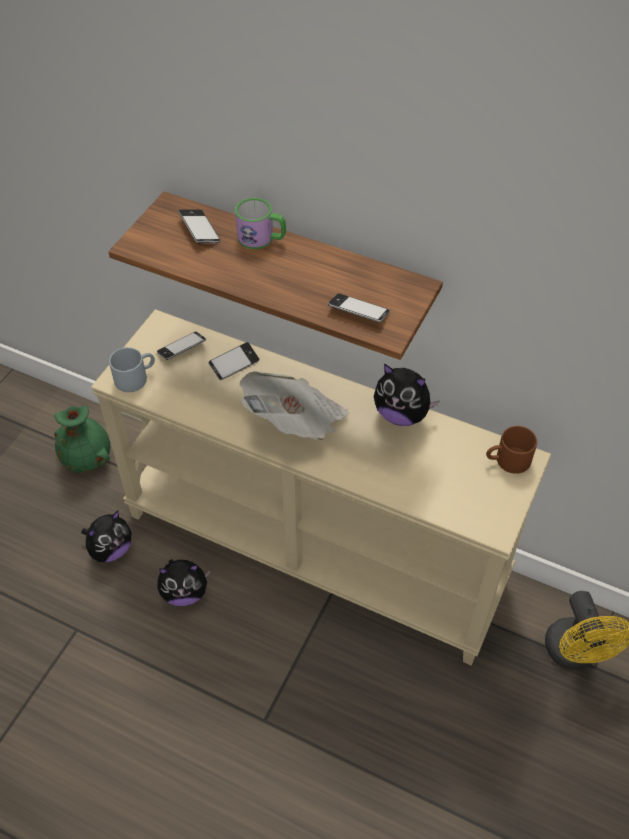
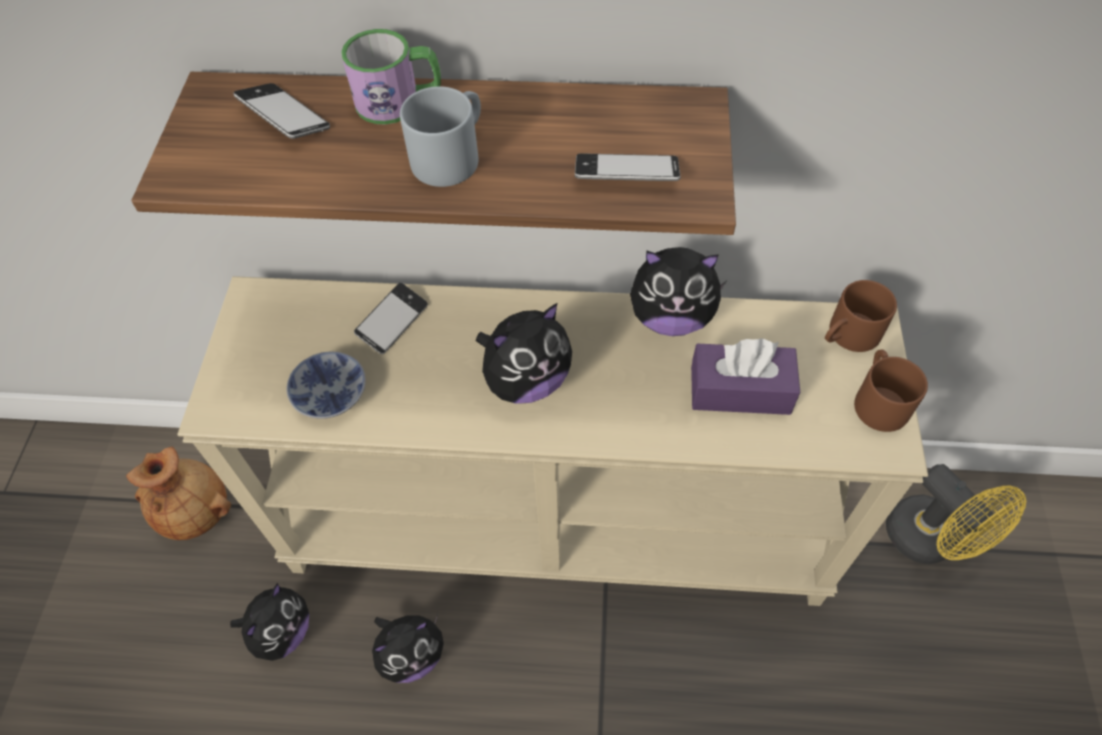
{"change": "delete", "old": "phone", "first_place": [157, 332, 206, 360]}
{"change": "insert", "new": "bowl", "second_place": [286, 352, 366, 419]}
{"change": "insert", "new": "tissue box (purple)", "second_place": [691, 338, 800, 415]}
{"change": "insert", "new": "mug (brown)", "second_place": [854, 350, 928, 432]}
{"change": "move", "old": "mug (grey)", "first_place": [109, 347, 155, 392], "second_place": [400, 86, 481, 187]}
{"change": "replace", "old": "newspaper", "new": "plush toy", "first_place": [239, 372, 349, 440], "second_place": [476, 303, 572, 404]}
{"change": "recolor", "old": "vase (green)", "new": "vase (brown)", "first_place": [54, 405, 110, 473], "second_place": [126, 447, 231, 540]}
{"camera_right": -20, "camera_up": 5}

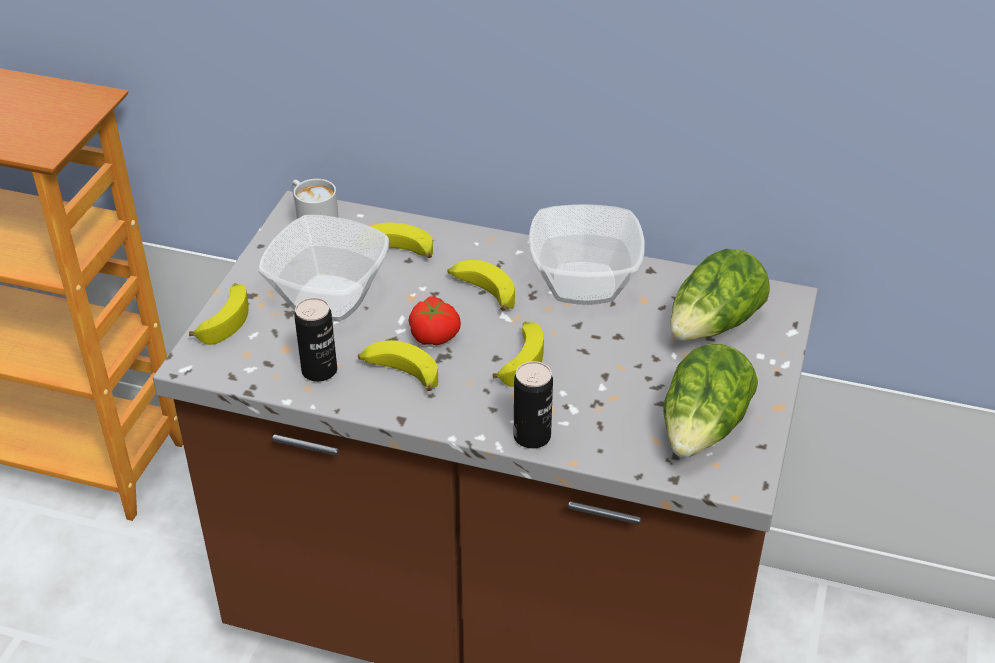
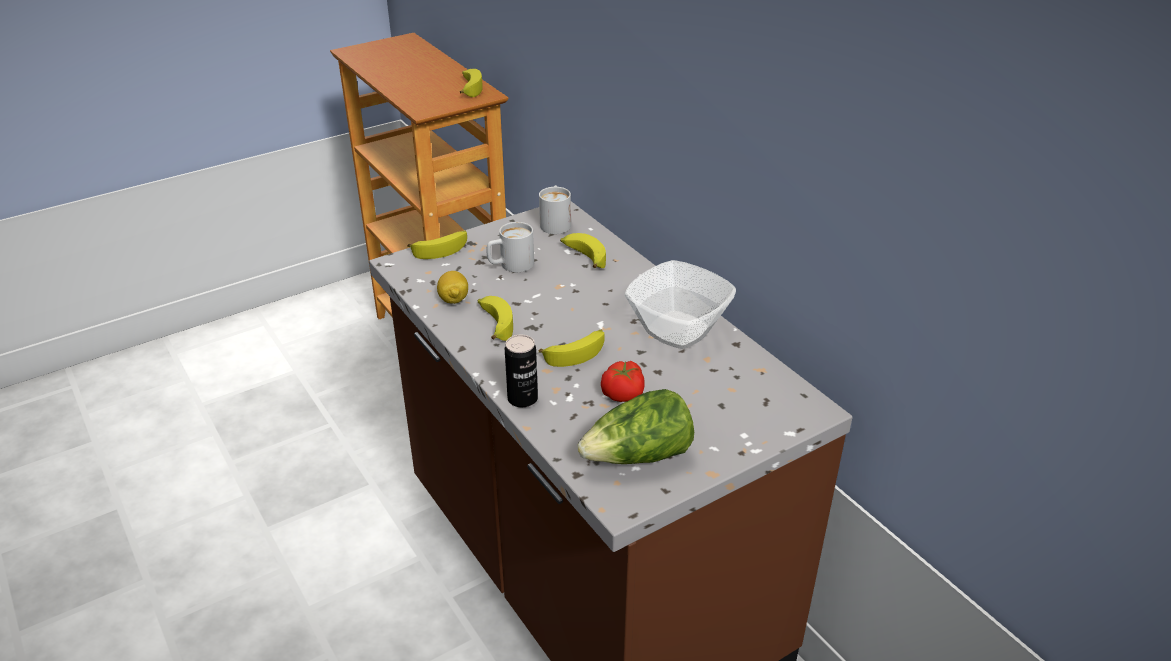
{"change": "delete", "old": "lettuce", "first_place": [670, 249, 770, 341]}
{"change": "move", "old": "tomato", "first_place": [408, 296, 461, 345], "second_place": [601, 361, 645, 402]}
{"change": "move", "old": "banana", "first_place": [447, 260, 515, 310], "second_place": [460, 69, 483, 97]}
{"change": "replace", "old": "bowl", "new": "mug (white)", "first_place": [258, 215, 389, 321], "second_place": [487, 222, 534, 272]}
{"change": "replace", "old": "can", "new": "lemon", "first_place": [294, 297, 337, 382], "second_place": [437, 271, 468, 304]}
{"camera_right": 40, "camera_up": -5}

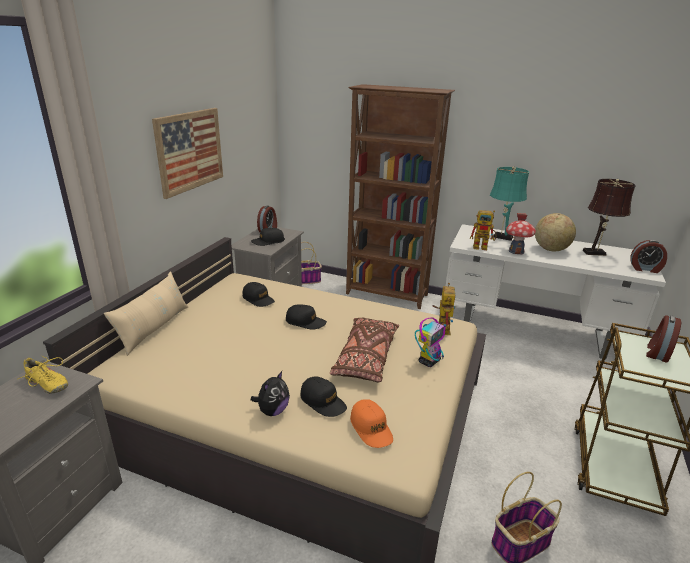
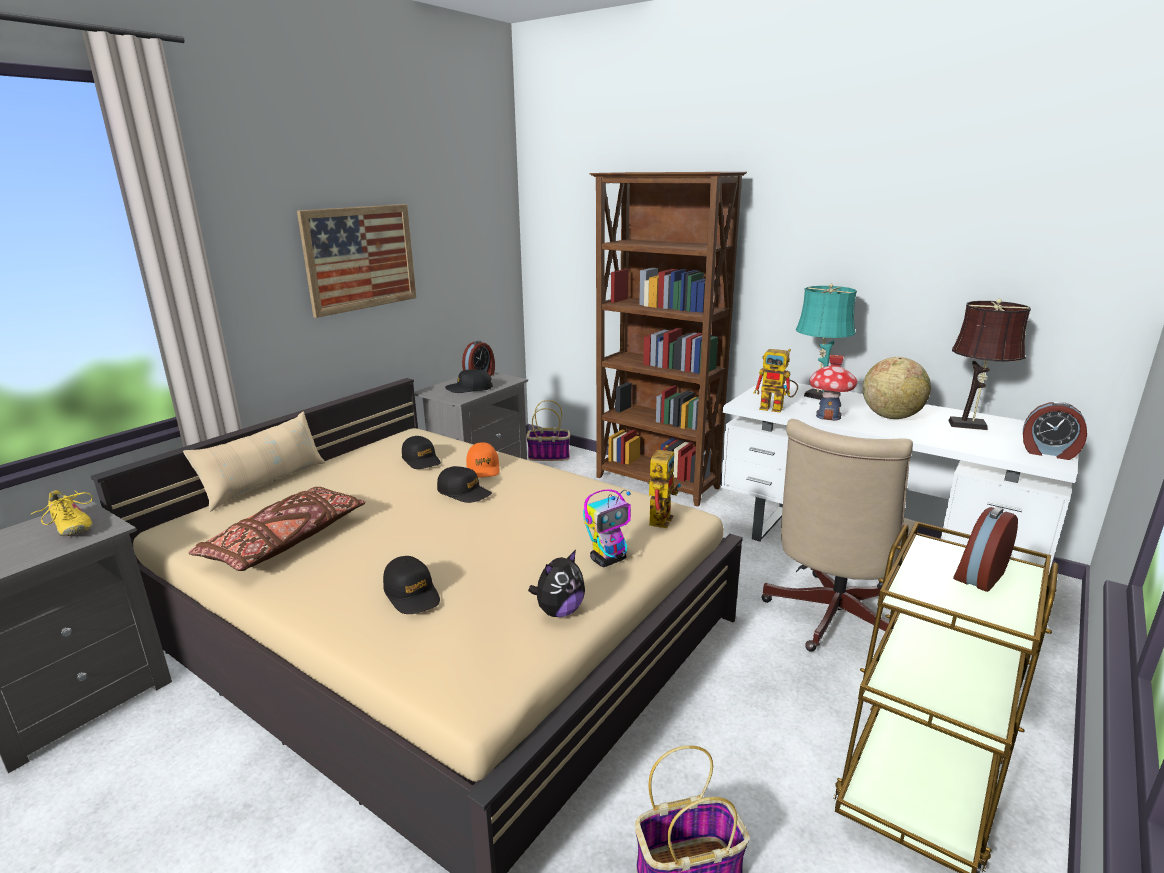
{"change": "insert", "new": "office chair (beige)", "second_place": [761, 419, 918, 652]}
{"change": "move", "old": "plush toy", "first_place": [251, 371, 290, 416], "second_place": [528, 550, 585, 617]}
{"change": "move", "old": "pillow (brown)", "first_place": [330, 318, 399, 382], "second_place": [189, 487, 366, 571]}
{"change": "move", "old": "cap (orange)", "first_place": [350, 399, 393, 448], "second_place": [466, 442, 500, 478]}
{"camera_right": 15, "camera_up": -5}

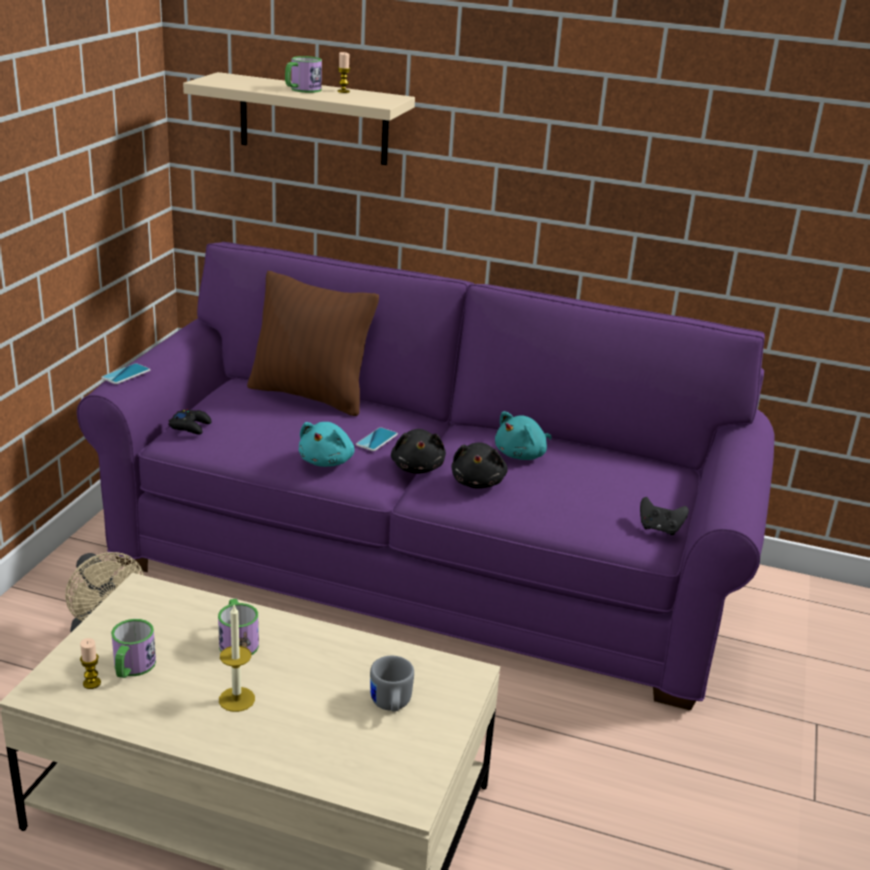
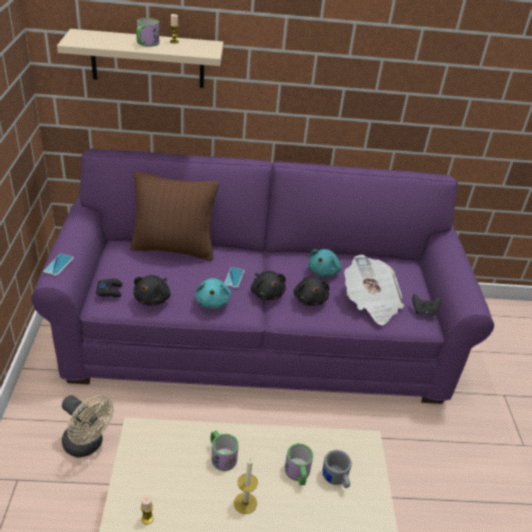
{"change": "insert", "new": "plush toy (black)", "second_place": [133, 275, 171, 306]}
{"change": "insert", "new": "newspaper", "second_place": [344, 255, 404, 325]}
{"change": "move", "old": "mug", "first_place": [111, 619, 156, 678], "second_place": [285, 443, 313, 485]}
{"camera_right": -20, "camera_up": 10}

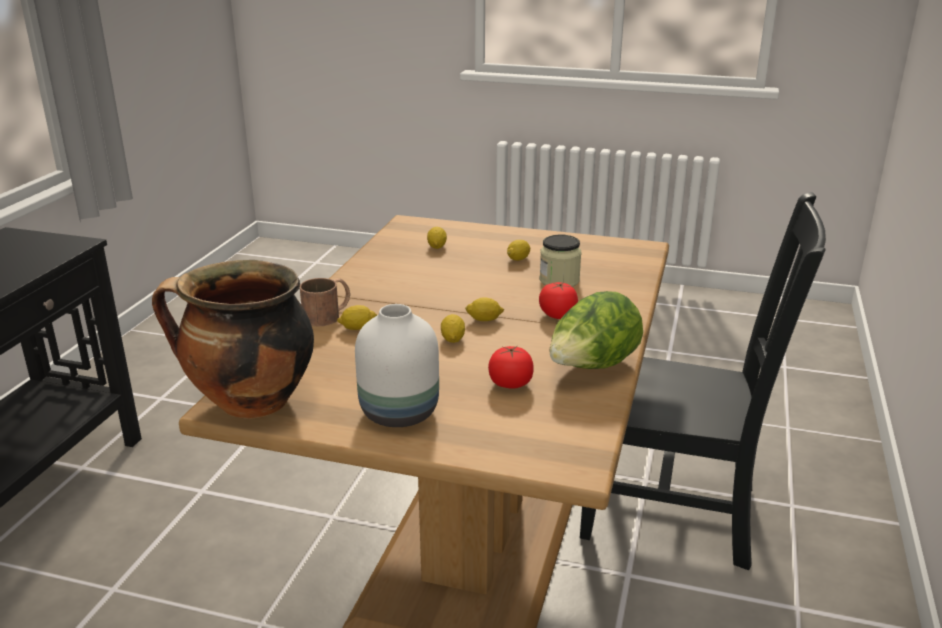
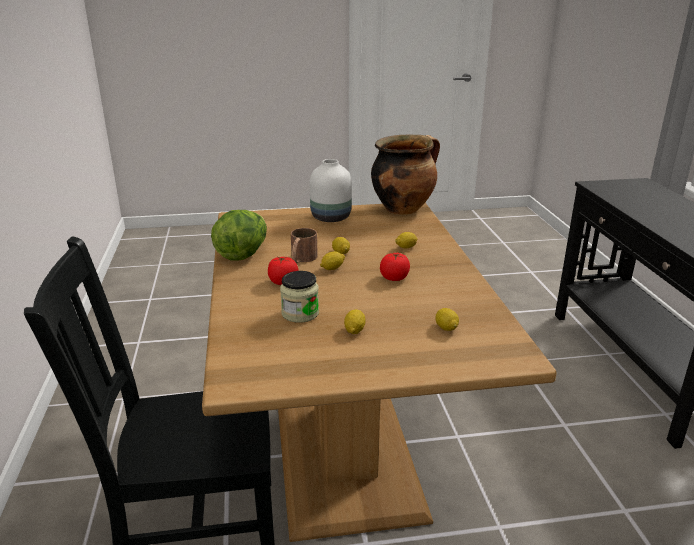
{"change": "move", "old": "mug (brown)", "first_place": [300, 278, 350, 326], "second_place": [291, 228, 318, 263]}
{"change": "move", "old": "tomato", "first_place": [488, 346, 534, 389], "second_place": [380, 253, 410, 281]}
{"camera_right": 155, "camera_up": 0}

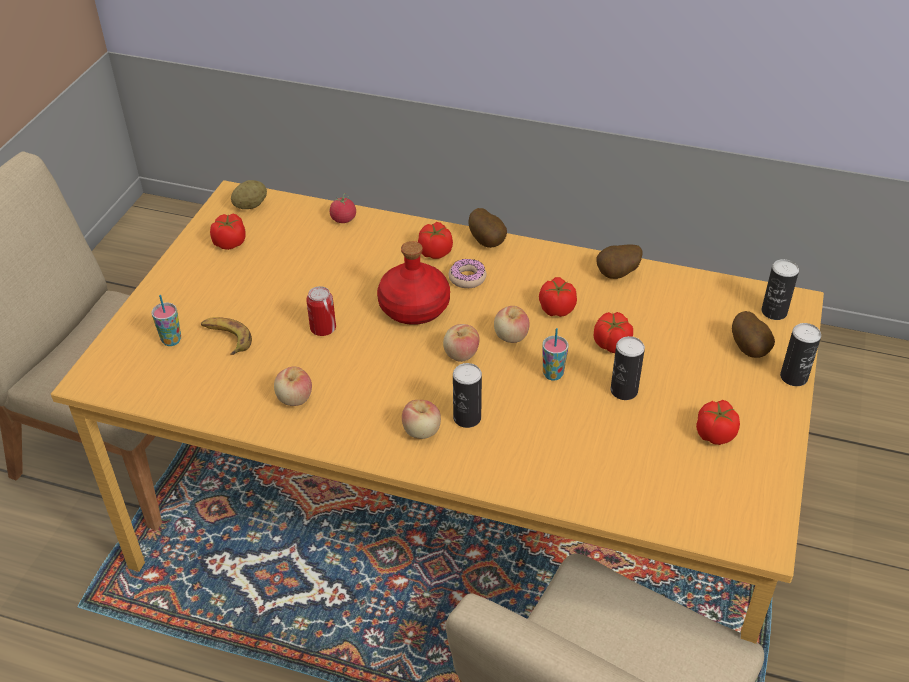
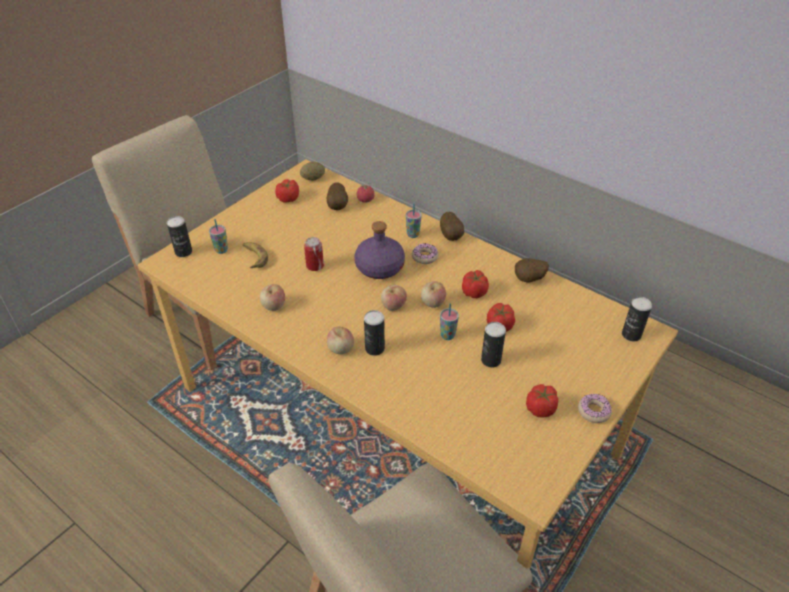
{"change": "insert", "new": "donut", "second_place": [578, 394, 612, 423]}
{"change": "move", "old": "potato", "first_place": [732, 311, 775, 358], "second_place": [327, 183, 348, 210]}
{"change": "move", "old": "can", "first_place": [780, 323, 821, 386], "second_place": [167, 216, 192, 257]}
{"change": "replace", "old": "tomato", "new": "cup", "first_place": [418, 222, 453, 259], "second_place": [406, 203, 422, 238]}
{"change": "recolor", "old": "bottle (red)", "new": "bottle (purple)", "first_place": [377, 241, 450, 325], "second_place": [354, 221, 405, 279]}
{"camera_right": 20, "camera_up": 0}

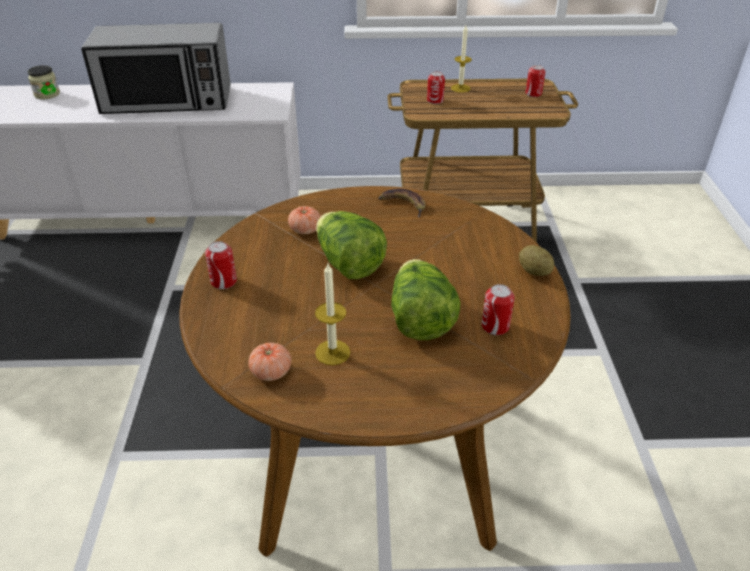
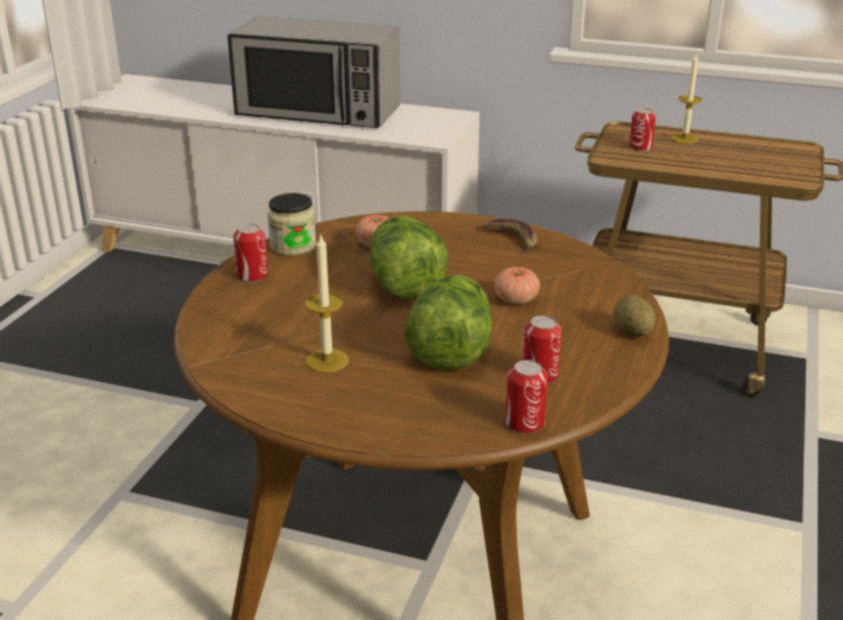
{"change": "move", "old": "jar", "first_place": [28, 65, 60, 100], "second_place": [267, 193, 316, 256]}
{"change": "move", "old": "tomato", "first_place": [248, 343, 291, 381], "second_place": [494, 267, 540, 304]}
{"change": "move", "old": "can", "first_place": [525, 65, 546, 97], "second_place": [505, 360, 548, 434]}
{"camera_right": 20, "camera_up": -10}

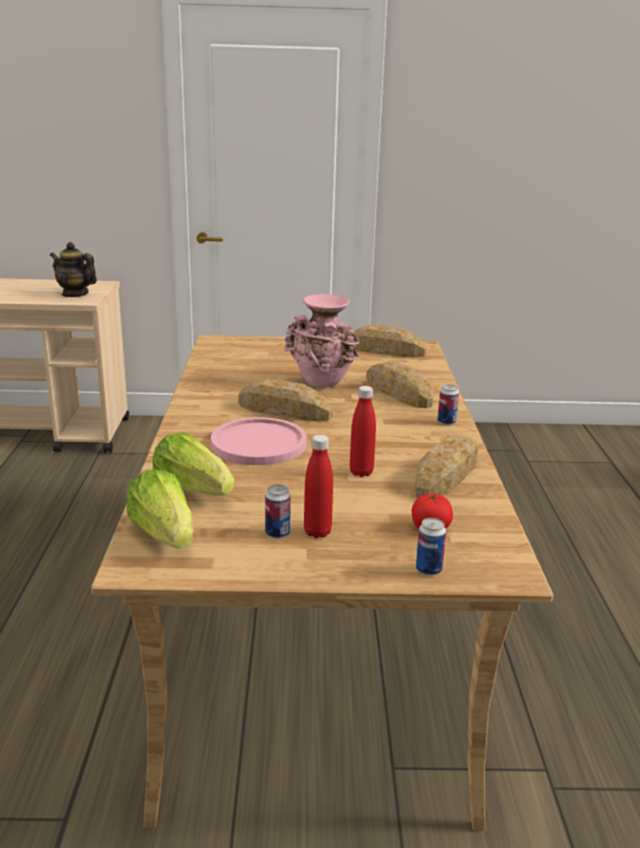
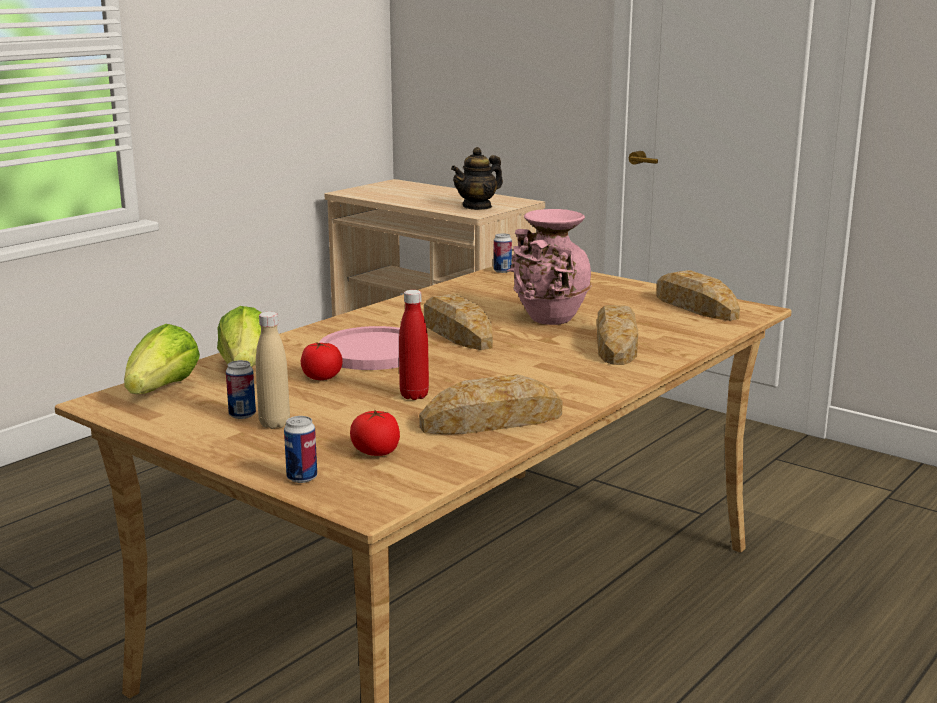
{"change": "insert", "new": "tomato", "second_place": [301, 342, 343, 380]}
{"change": "move", "old": "can", "first_place": [437, 384, 459, 425], "second_place": [493, 233, 512, 273]}
{"change": "recolor", "old": "bottle (red)", "new": "bottle (beige)", "first_place": [304, 435, 333, 538], "second_place": [256, 312, 290, 429]}
{"change": "rotate", "old": "teapot", "first_place": [50, 242, 97, 297], "second_place": [451, 147, 503, 210], "degrees": -105}
{"camera_right": 40, "camera_up": -5}

